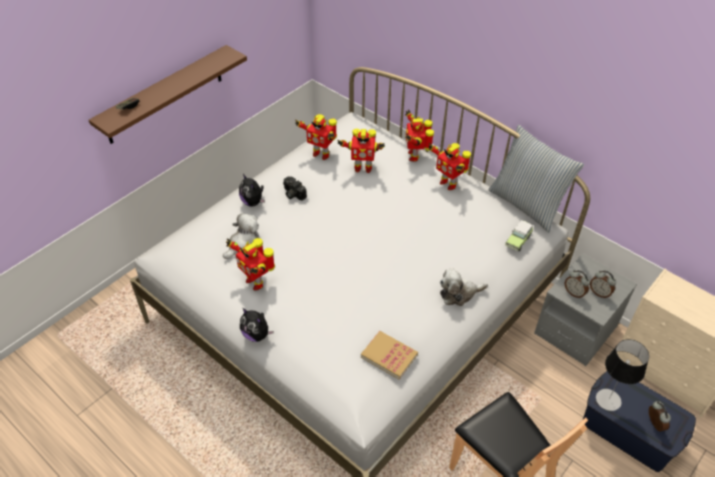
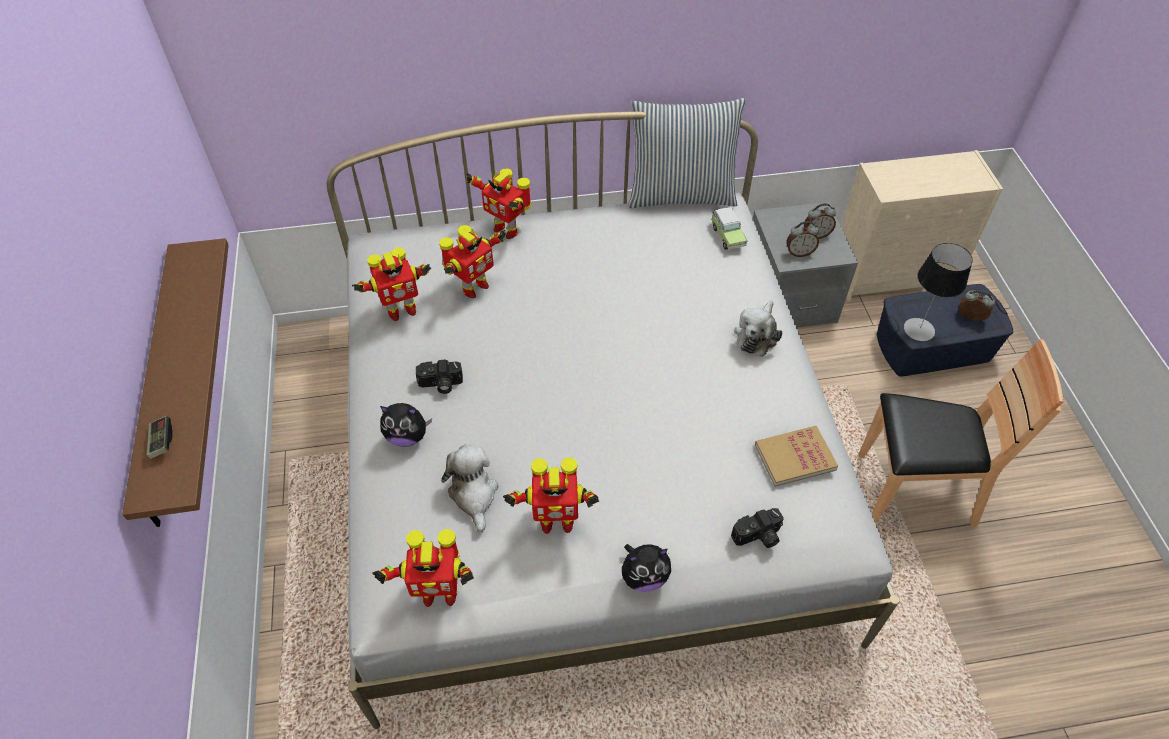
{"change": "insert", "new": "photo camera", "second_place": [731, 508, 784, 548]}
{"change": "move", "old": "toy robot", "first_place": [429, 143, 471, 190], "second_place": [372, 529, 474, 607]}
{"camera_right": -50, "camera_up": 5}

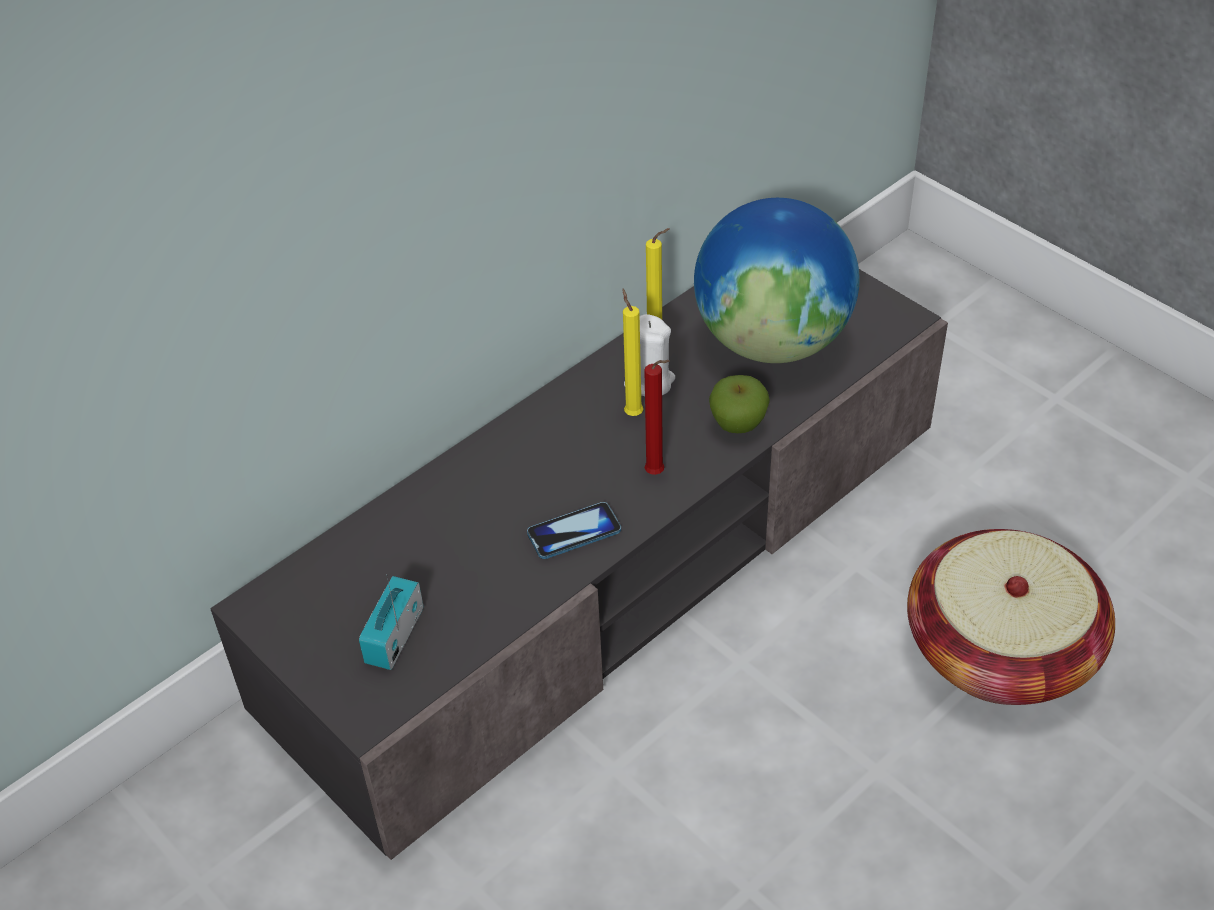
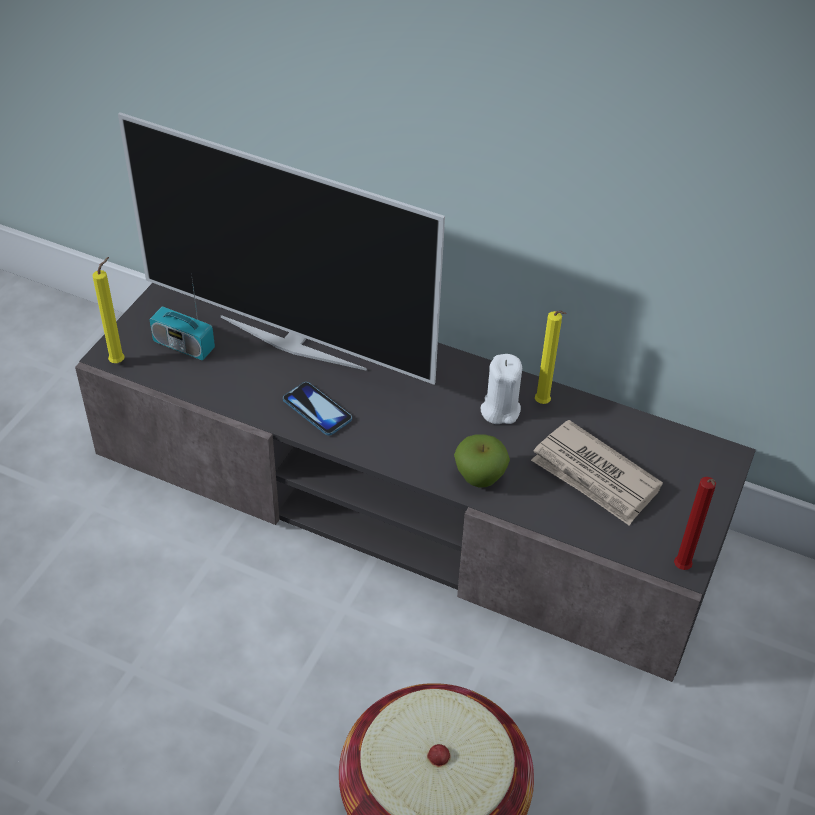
{"change": "insert", "new": "television", "second_place": [118, 112, 445, 385]}
{"change": "move", "old": "candle (yellow)", "first_place": [622, 289, 643, 416], "second_place": [92, 257, 125, 363]}
{"change": "move", "old": "candle (red)", "first_place": [644, 360, 670, 475], "second_place": [674, 477, 716, 570]}
{"change": "replace", "old": "globe", "new": "newspaper", "first_place": [694, 198, 860, 363], "second_place": [531, 420, 663, 526]}
{"change": "rotate", "old": "radio", "first_place": [359, 574, 423, 670], "second_place": [150, 273, 215, 360], "degrees": -150}
{"camera_right": 65, "camera_up": 0}

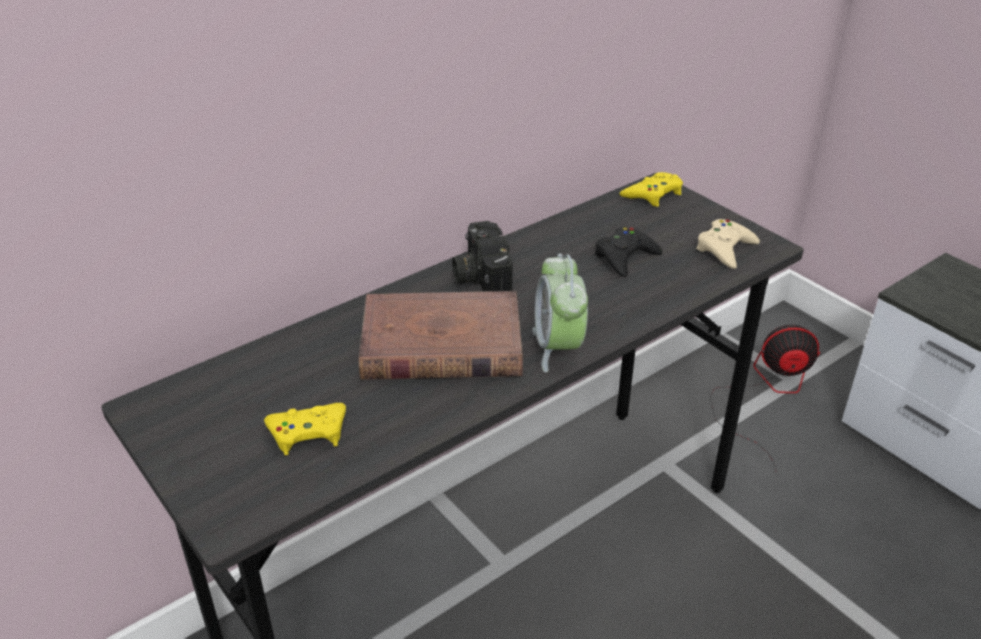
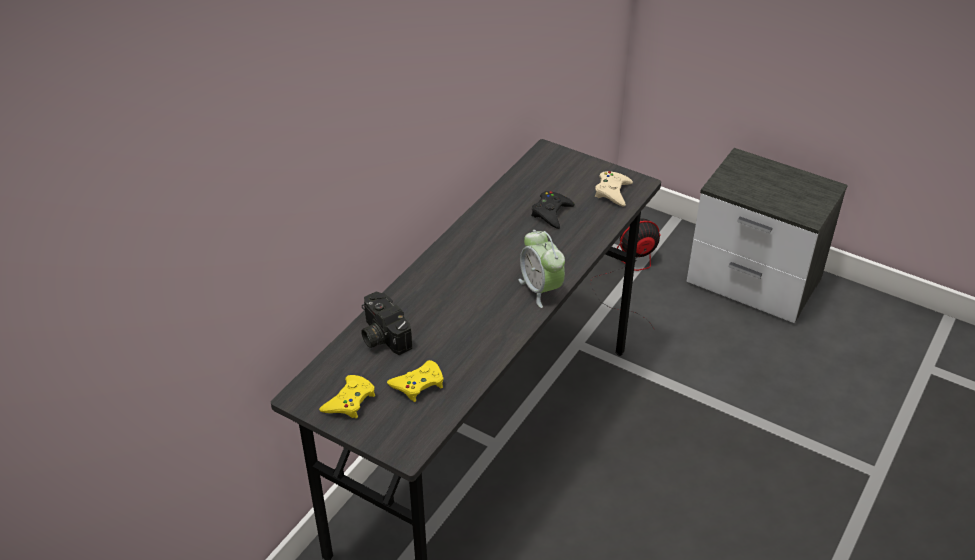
{"change": "delete", "old": "book (brown)", "first_place": [359, 291, 523, 380]}
{"change": "move", "old": "photo camera", "first_place": [452, 221, 513, 291], "second_place": [361, 291, 412, 355]}
{"change": "move", "old": "game controller (yellow)", "first_place": [619, 172, 683, 207], "second_place": [319, 375, 375, 418]}
{"camera_right": -20, "camera_up": 5}

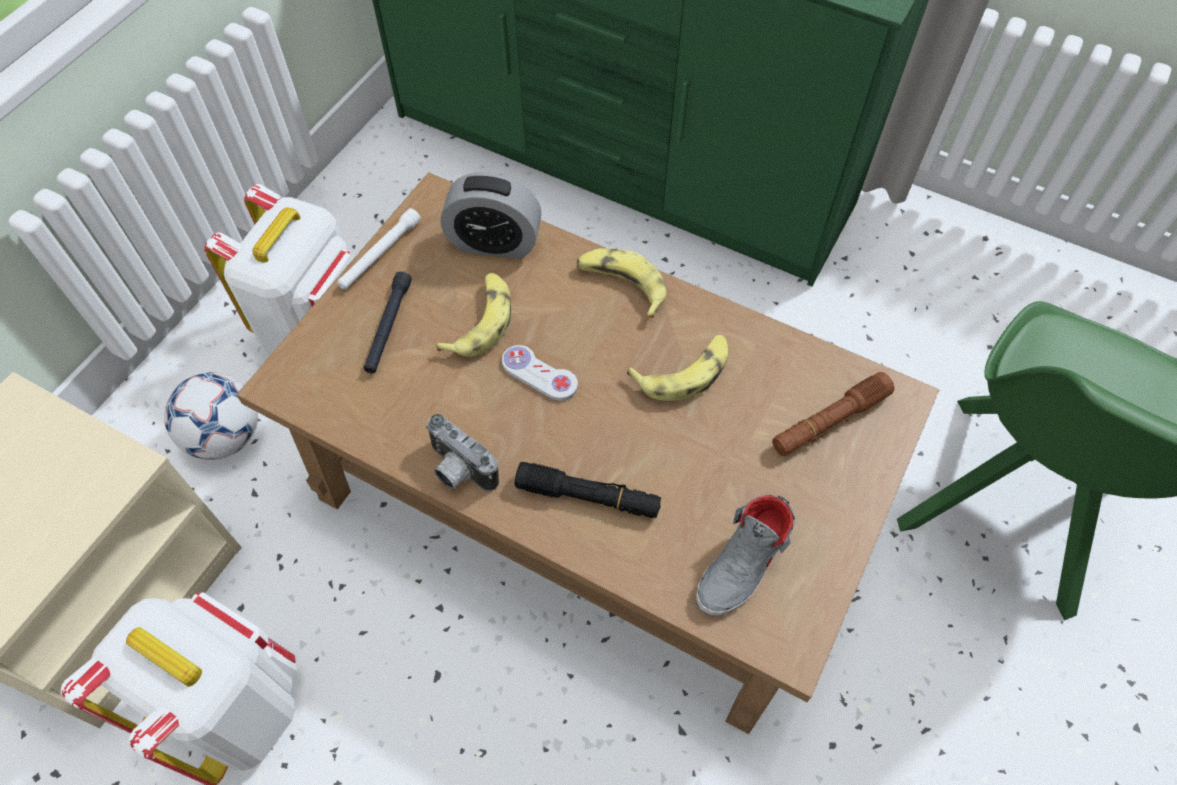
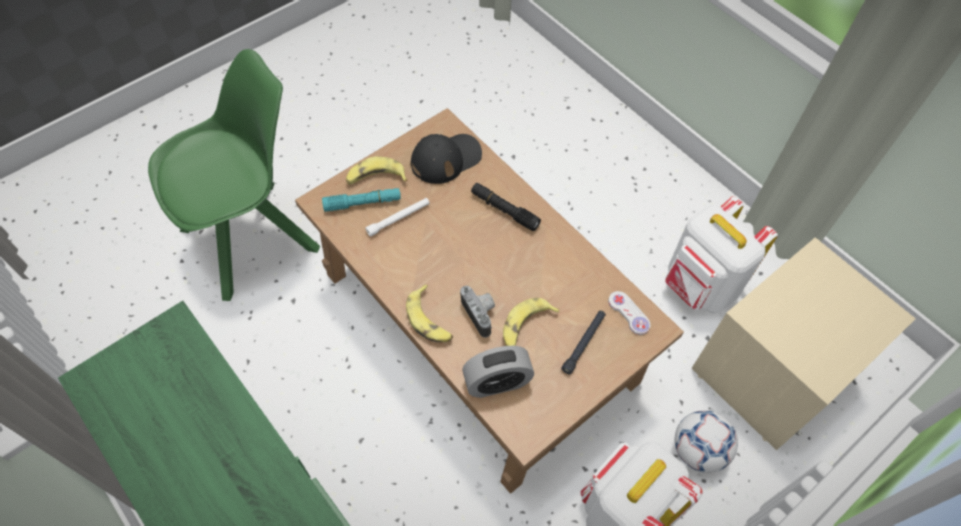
{"change": "move", "old": "flashlight (white)", "first_place": [337, 208, 421, 289], "second_place": [365, 198, 430, 237]}
{"change": "move", "old": "photo camera", "first_place": [425, 414, 499, 491], "second_place": [460, 286, 495, 338]}
{"change": "move", "old": "game controller (white)", "first_place": [502, 345, 578, 401], "second_place": [608, 291, 651, 335]}
{"change": "move", "old": "banana", "first_place": [627, 334, 729, 401], "second_place": [346, 156, 408, 185]}
{"change": "replace", "old": "shoe (grey)", "new": "cap (black)", "first_place": [696, 495, 795, 616], "second_place": [411, 134, 482, 184]}
{"change": "recolor", "old": "flashlight (brown)", "new": "flashlight (turquoise)", "first_place": [772, 372, 894, 456], "second_place": [322, 188, 401, 212]}
{"change": "rotate", "old": "alarm clock", "first_place": [440, 172, 542, 259], "second_place": [462, 346, 534, 398], "degrees": 135}
{"camera_right": -160, "camera_up": 0}

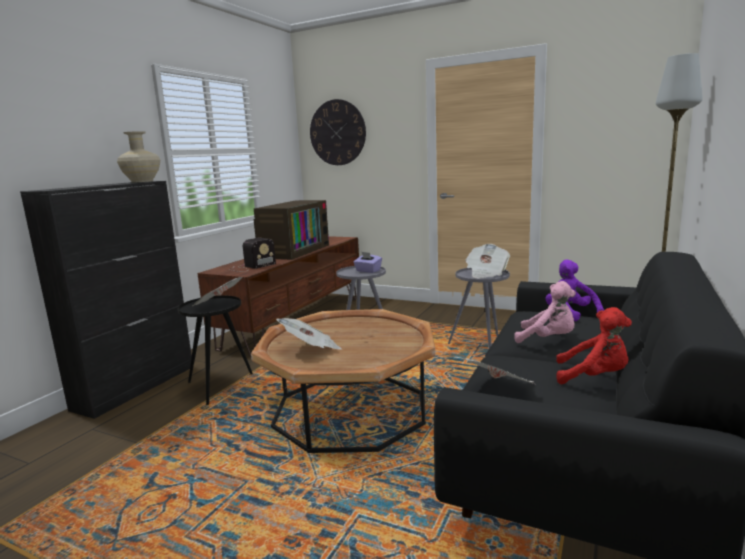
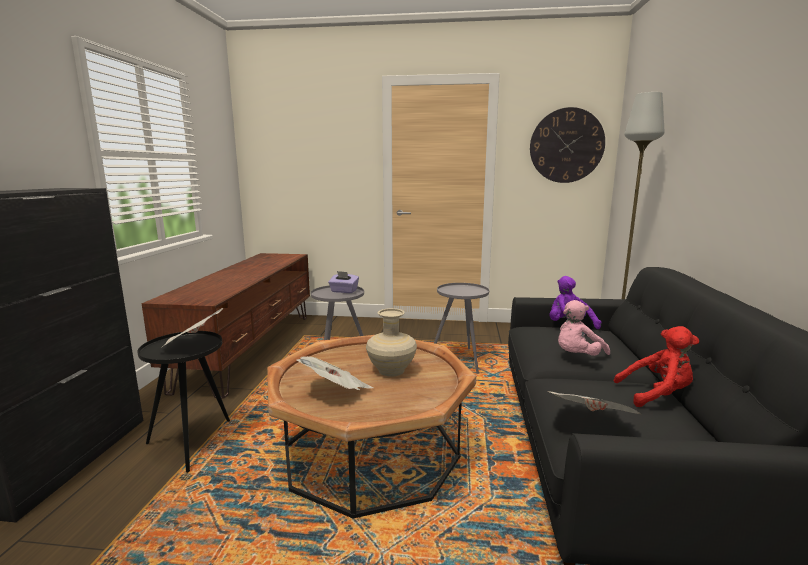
{"change": "delete", "old": "radio", "first_place": [231, 238, 276, 272]}
{"change": "delete", "old": "television", "first_place": [254, 200, 329, 260]}
{"change": "delete", "old": "newspaper", "first_place": [465, 244, 510, 279]}
{"change": "move", "old": "vase (beige)", "first_place": [117, 131, 160, 183], "second_place": [366, 308, 417, 377]}
{"change": "move", "old": "wall clock", "first_place": [310, 99, 366, 165], "second_place": [530, 107, 605, 183]}
{"change": "rotate", "old": "plush toy (pink)", "first_place": [514, 281, 576, 343], "second_place": [558, 300, 610, 356], "degrees": 135}
{"camera_right": -20, "camera_up": 0}

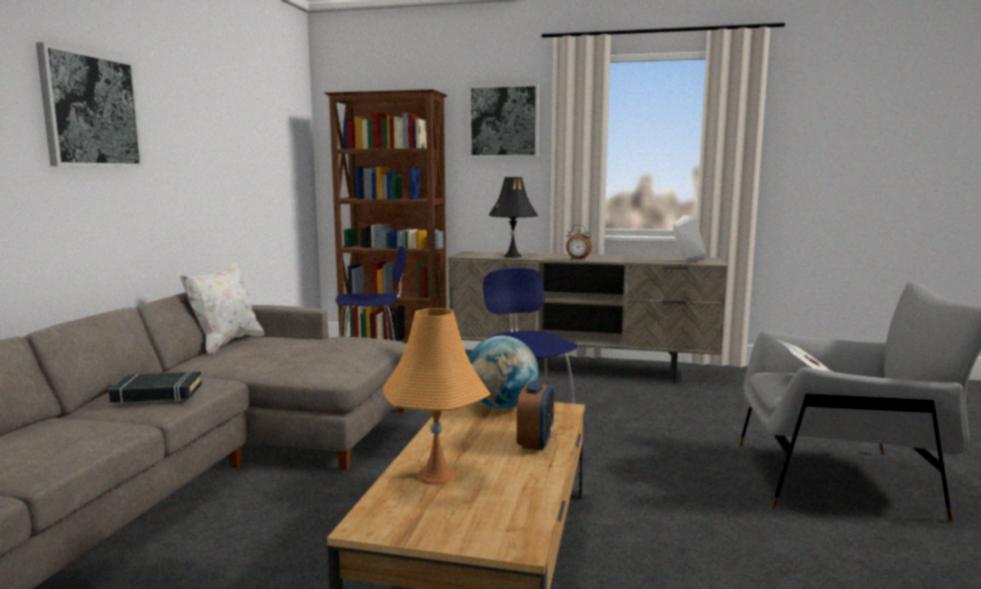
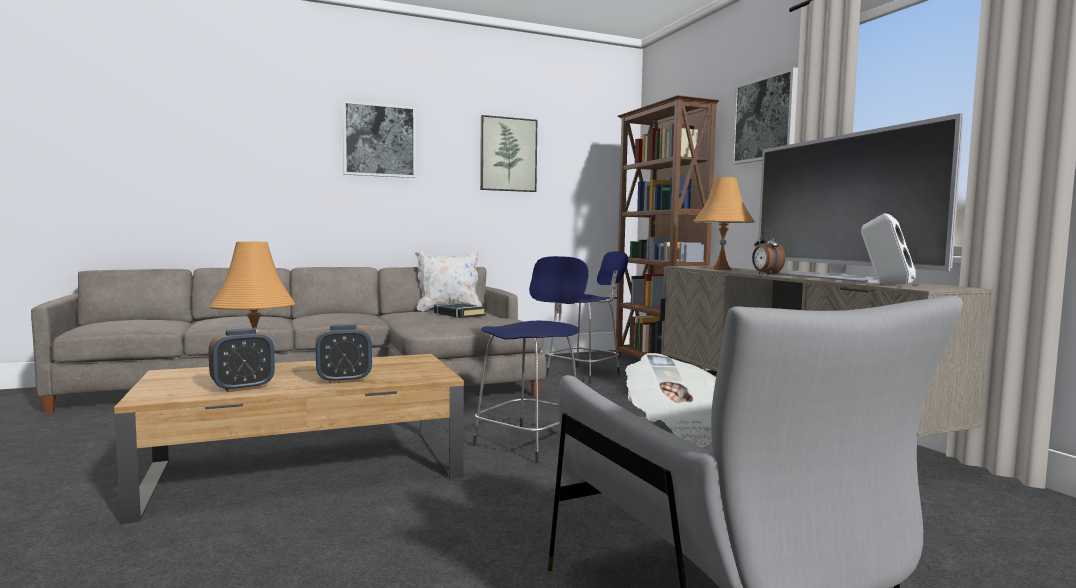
{"change": "delete", "old": "globe", "first_place": [468, 336, 539, 410]}
{"change": "insert", "new": "alarm clock", "second_place": [209, 328, 275, 392]}
{"change": "insert", "new": "picture", "second_place": [480, 115, 537, 192]}
{"change": "insert", "new": "television", "second_place": [759, 113, 964, 283]}
{"change": "move", "old": "book (black)", "first_place": [108, 371, 202, 403], "second_place": [434, 303, 486, 318]}
{"change": "recolor", "old": "table lamp (black)", "new": "table lamp (orange)", "first_place": [489, 177, 538, 258], "second_place": [694, 177, 755, 270]}
{"camera_right": 55, "camera_up": -5}

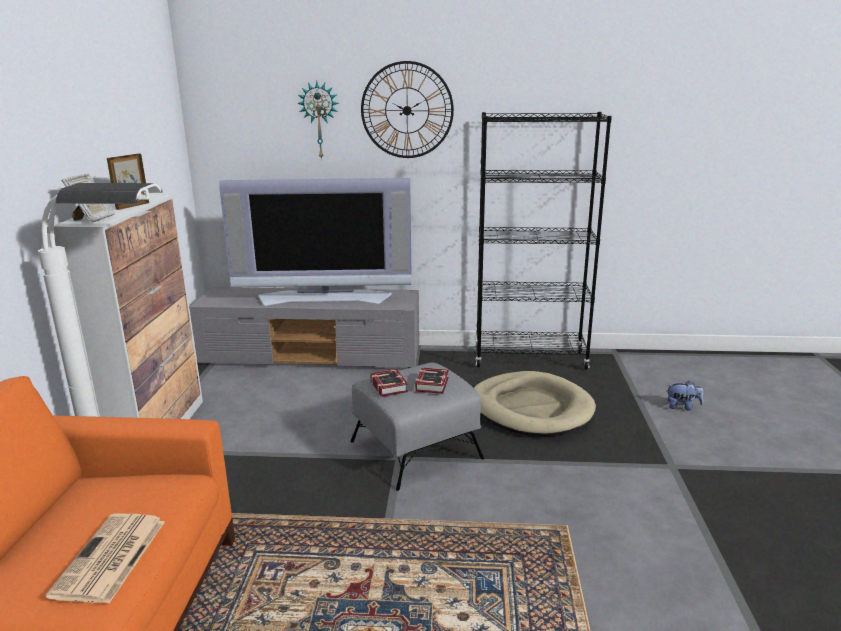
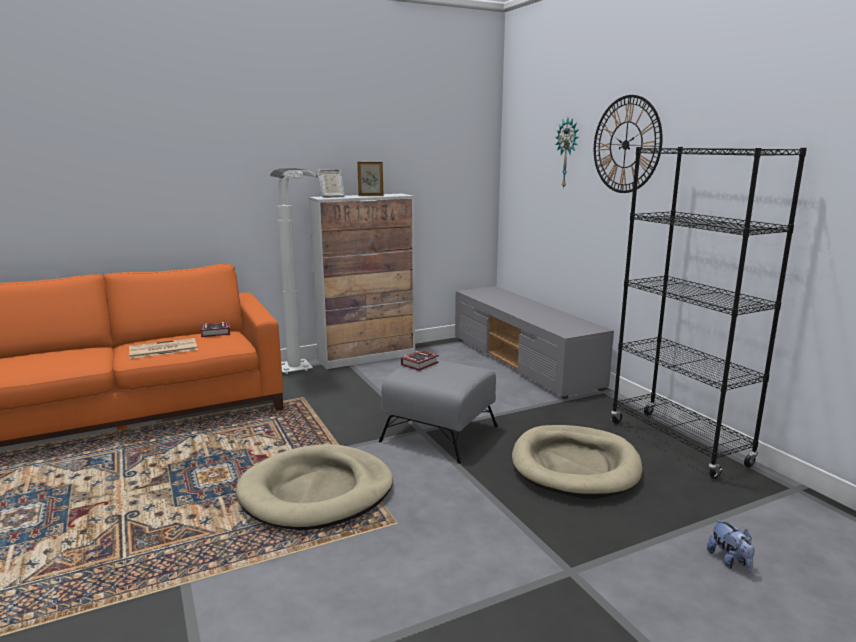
{"change": "delete", "old": "television", "first_place": [219, 178, 412, 306]}
{"change": "insert", "new": "dog bed (beige)", "second_place": [236, 444, 393, 530]}
{"change": "move", "old": "book", "first_place": [415, 368, 449, 394], "second_place": [200, 322, 231, 337]}
{"camera_right": 60, "camera_up": -5}

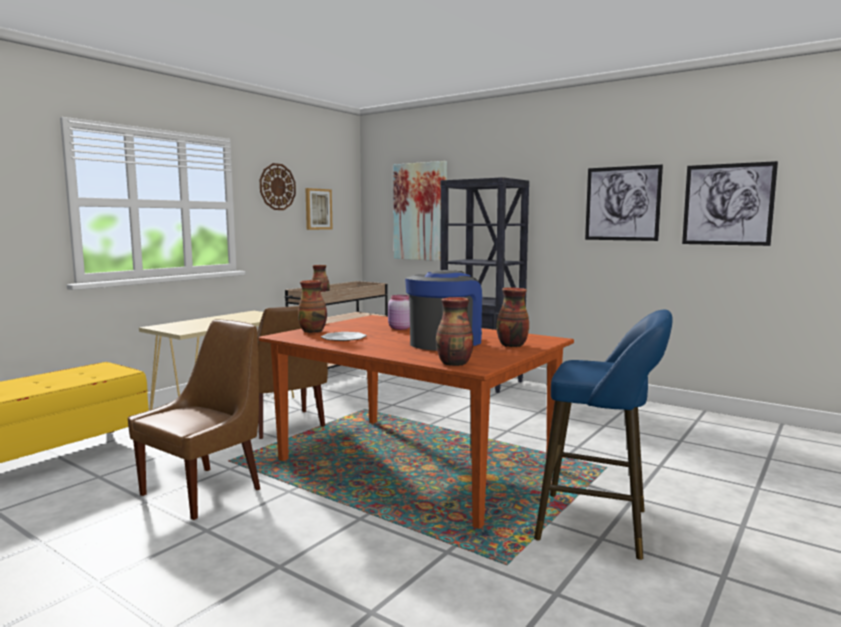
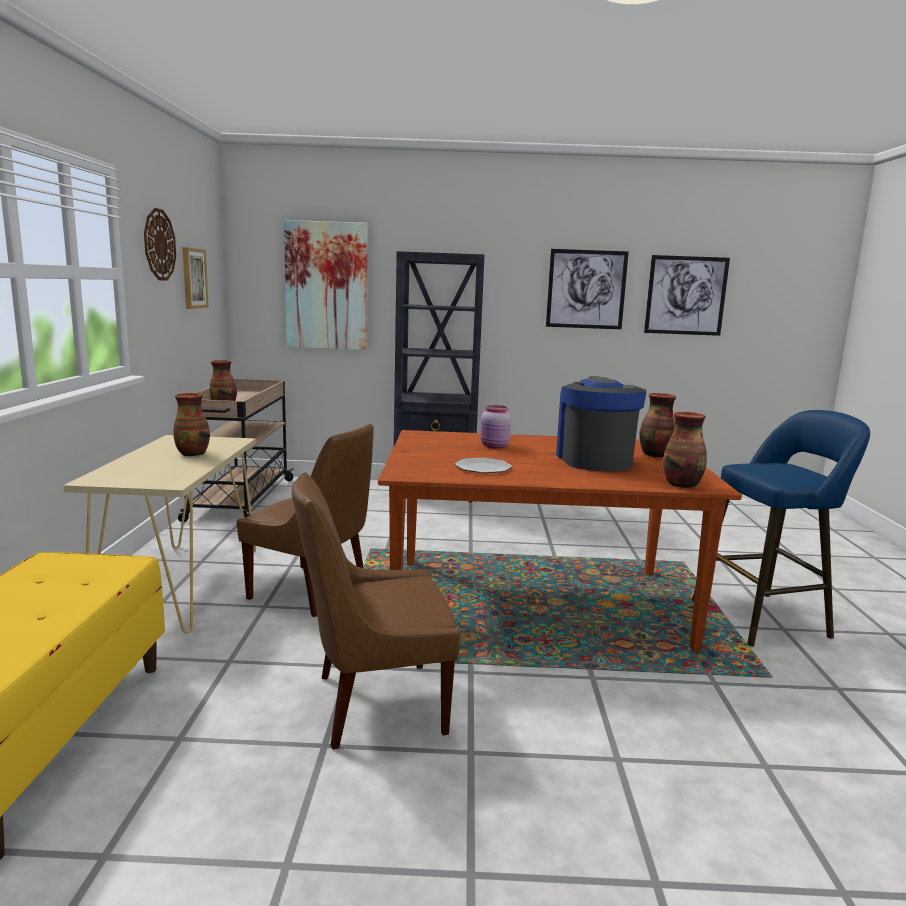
{"change": "move", "old": "vase", "first_place": [298, 280, 327, 333], "second_place": [173, 393, 210, 456]}
{"change": "rotate", "old": "chair (brown)", "first_place": [128, 319, 260, 520], "second_place": [291, 472, 460, 750], "degrees": -105}
{"camera_right": -35, "camera_up": 5}

